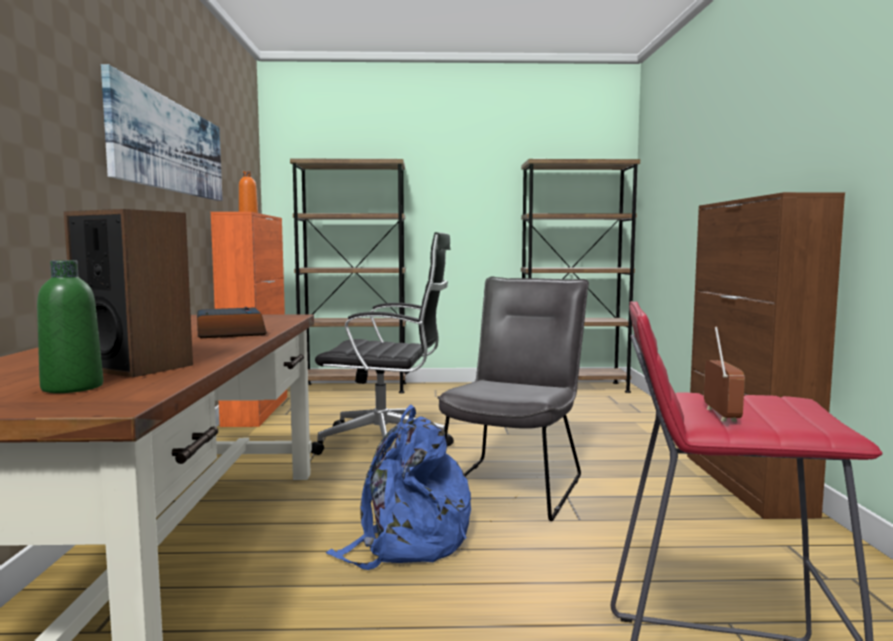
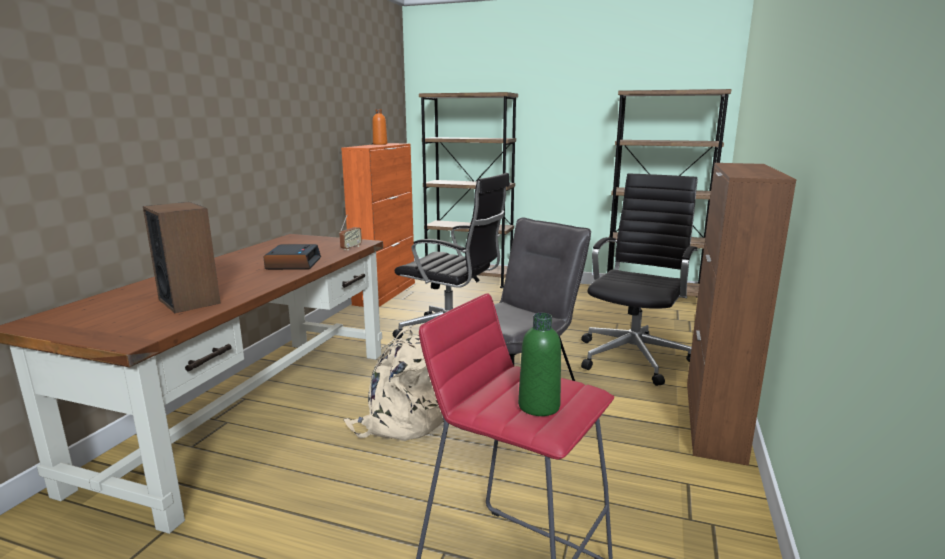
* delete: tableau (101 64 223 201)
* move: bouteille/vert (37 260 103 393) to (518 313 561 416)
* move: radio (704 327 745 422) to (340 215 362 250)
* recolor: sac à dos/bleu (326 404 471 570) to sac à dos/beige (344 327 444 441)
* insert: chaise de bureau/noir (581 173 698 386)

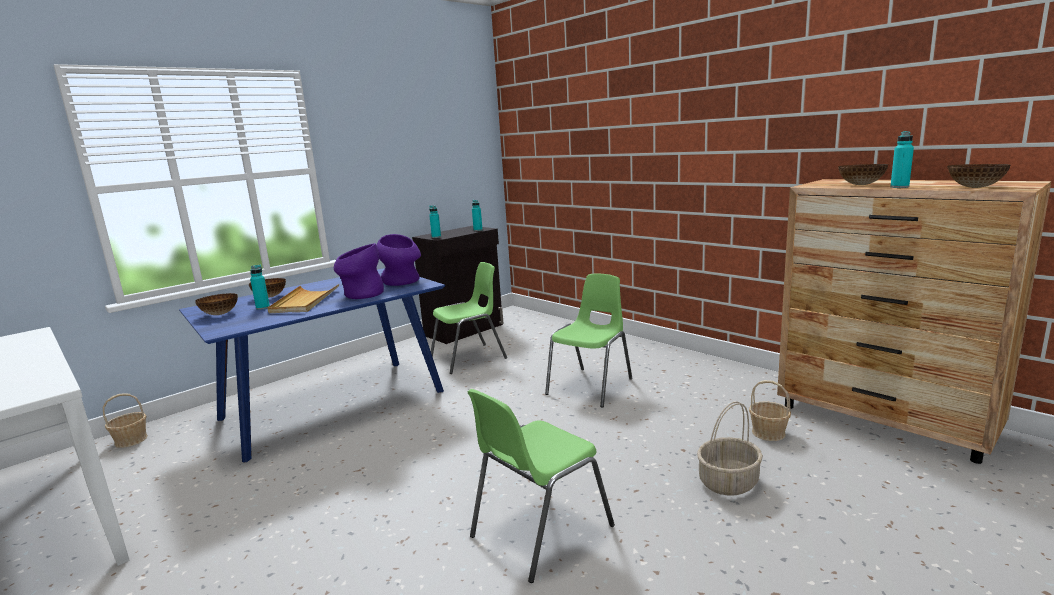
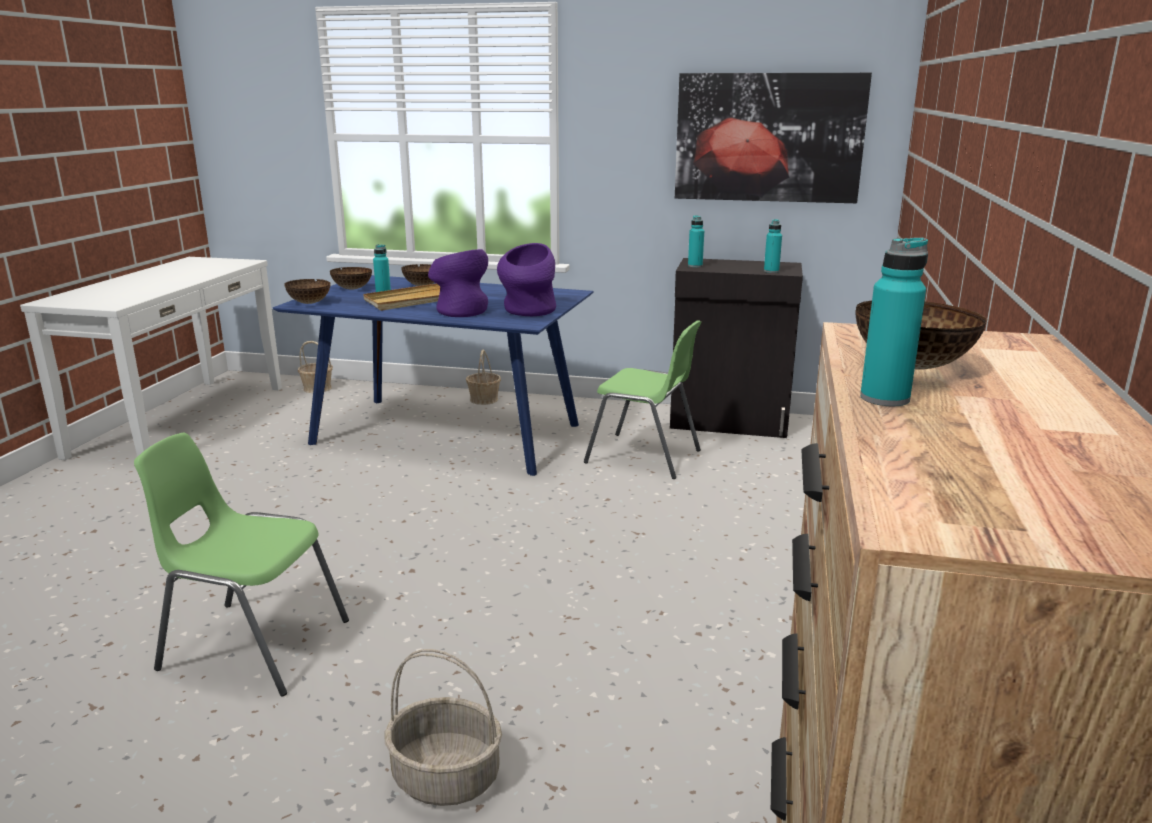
* move: bol (947 164 1010 188) to (285 279 330 304)
* delete: chaise/vert (545 274 632 408)
* move: panier (749 380 791 441) to (466 350 501 405)
* insert: tableau (675 73 872 203)

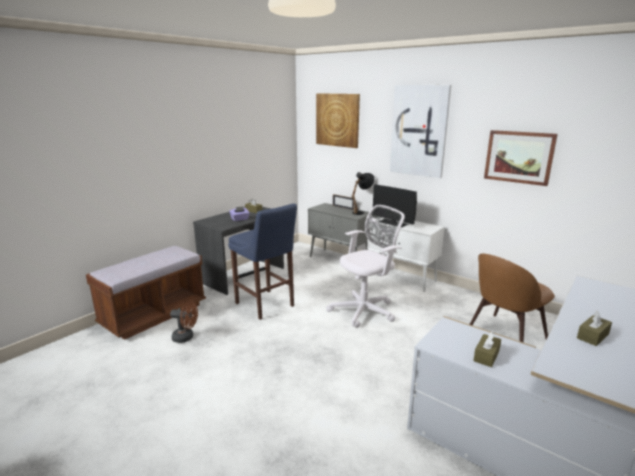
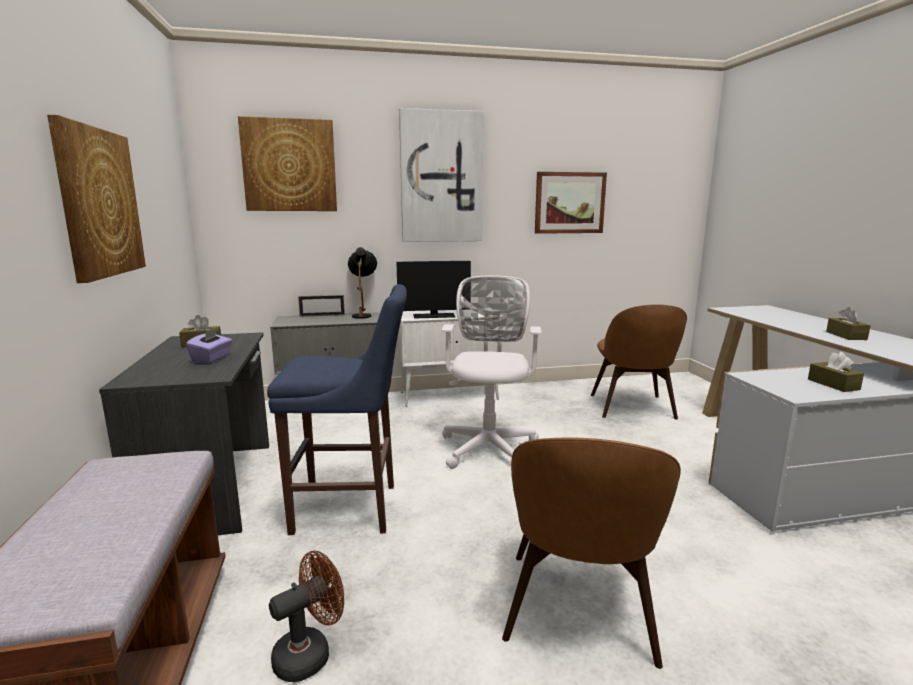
* insert: tableau (47 115 146 283)
* insert: chaise/marron (502 438 681 669)

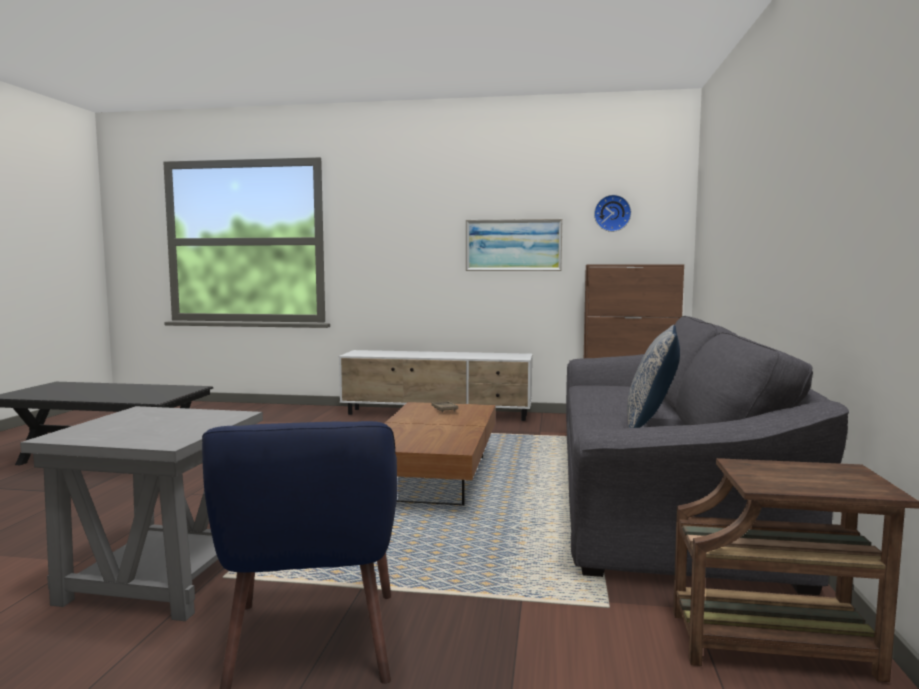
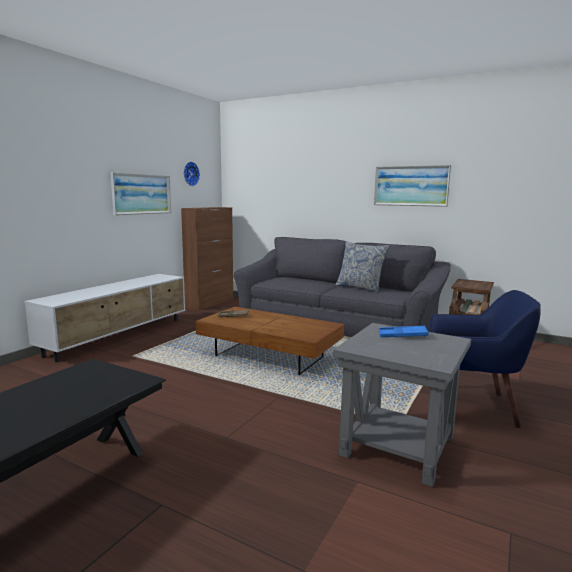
* insert: tableau (374 165 452 207)
* insert: plateau/bleu (379 326 429 337)

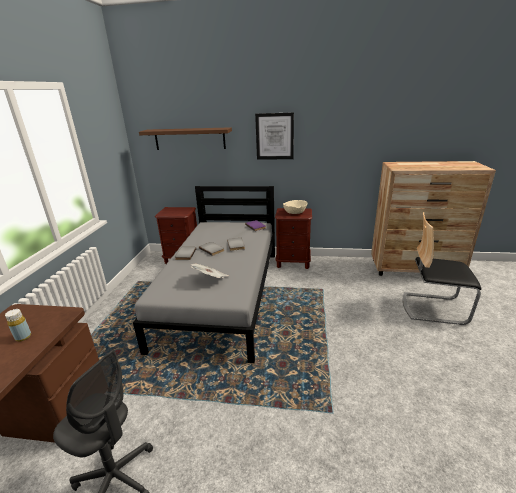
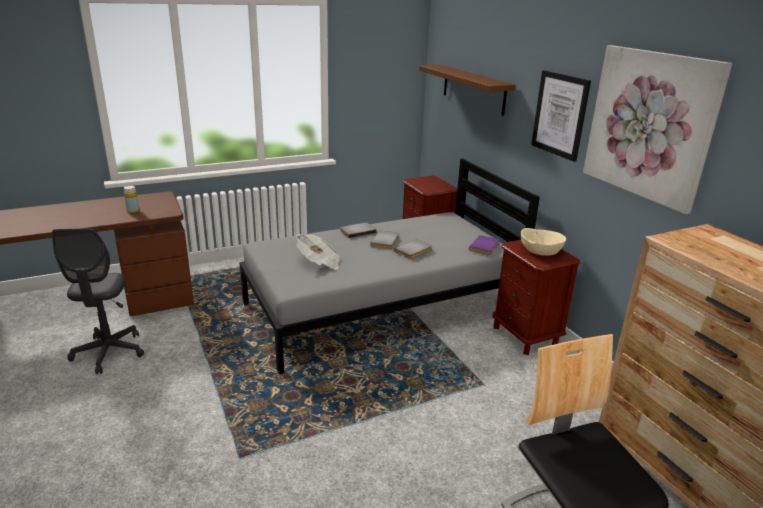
* insert: tableau (583 45 732 214)

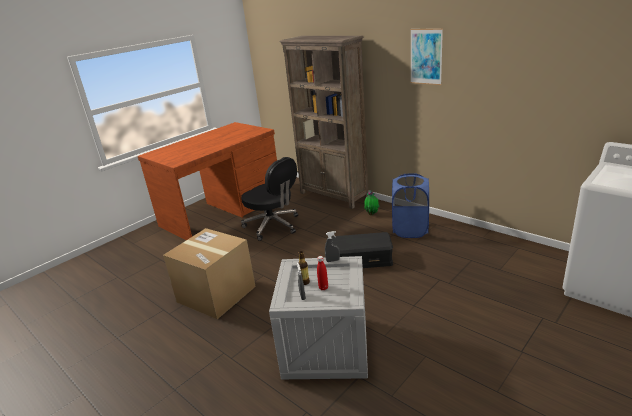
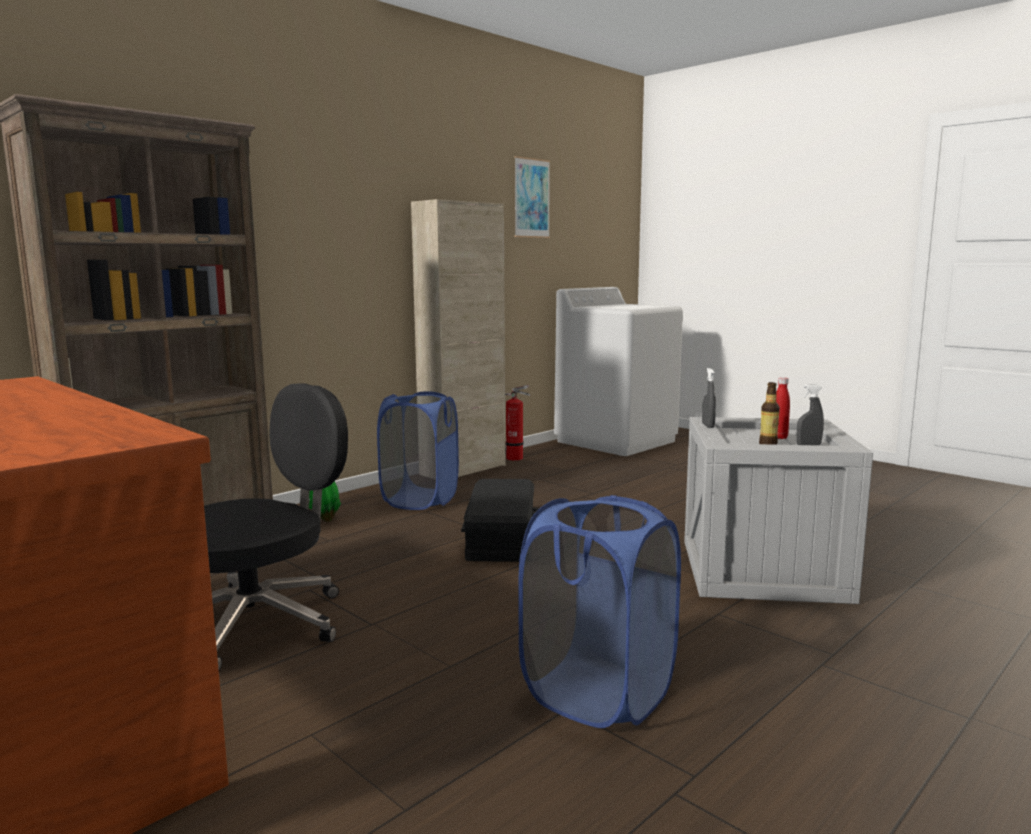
* move: tableau (410 28 443 85) to (514 156 550 238)
* replace: carton (163 228 256 319) to panier à linge/bleu (519 495 681 728)
* insert: meuble de rangement/beige (411 199 506 477)
* insert: extincteur (505 385 531 460)

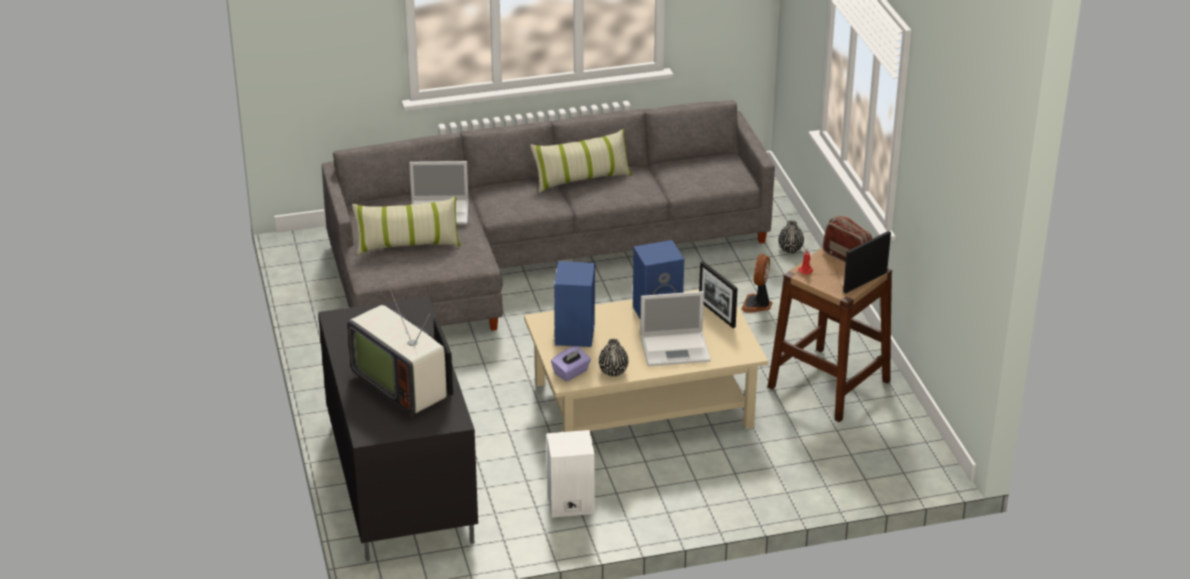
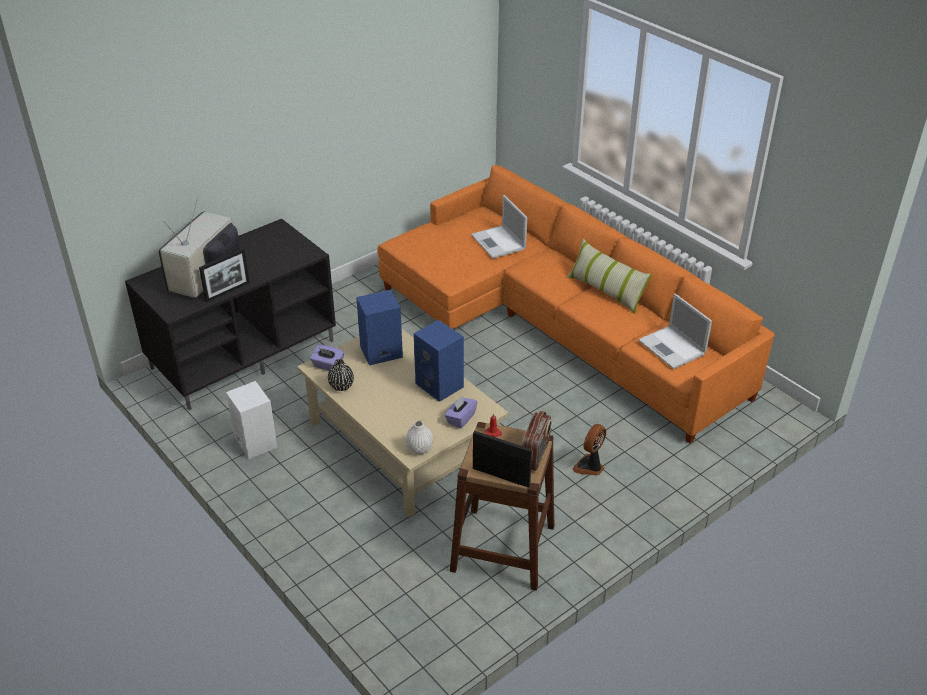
* recolor: canapé/gris (322 100 775 331) to canapé/orange (377 165 774 443)
* delete: coussin (352 197 461 255)
* delete: vase/noir (778 220 804 253)
* rotate: ventilateur (741 254 772 313) = (572 424 606 475) 45 degrees counterclockwise
* replace: cadre photo (699 261 738 328) to boîte à mouchoirs/violet (445 396 477 429)
* move: ordinateur portable (640 291 711 366) to (638 294 712 369)
* insert: vase/blanc (406 421 433 454)

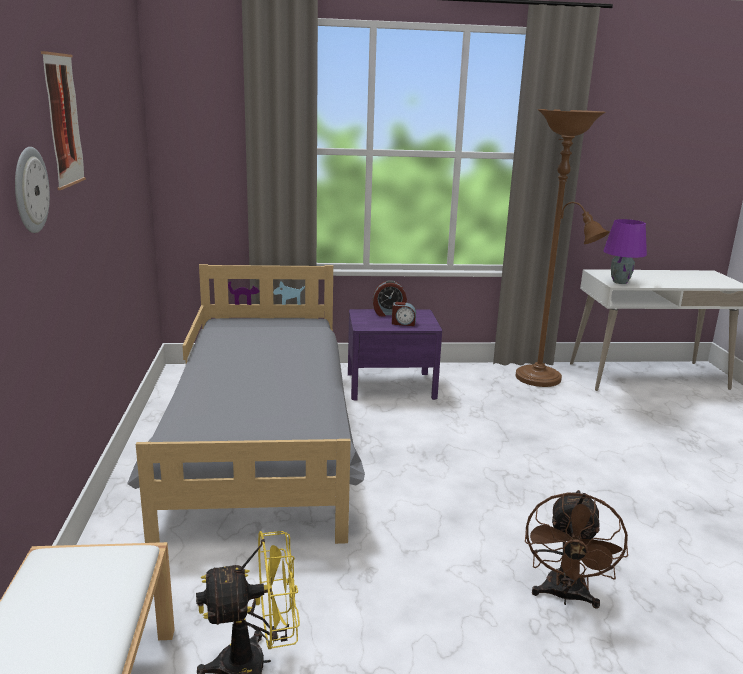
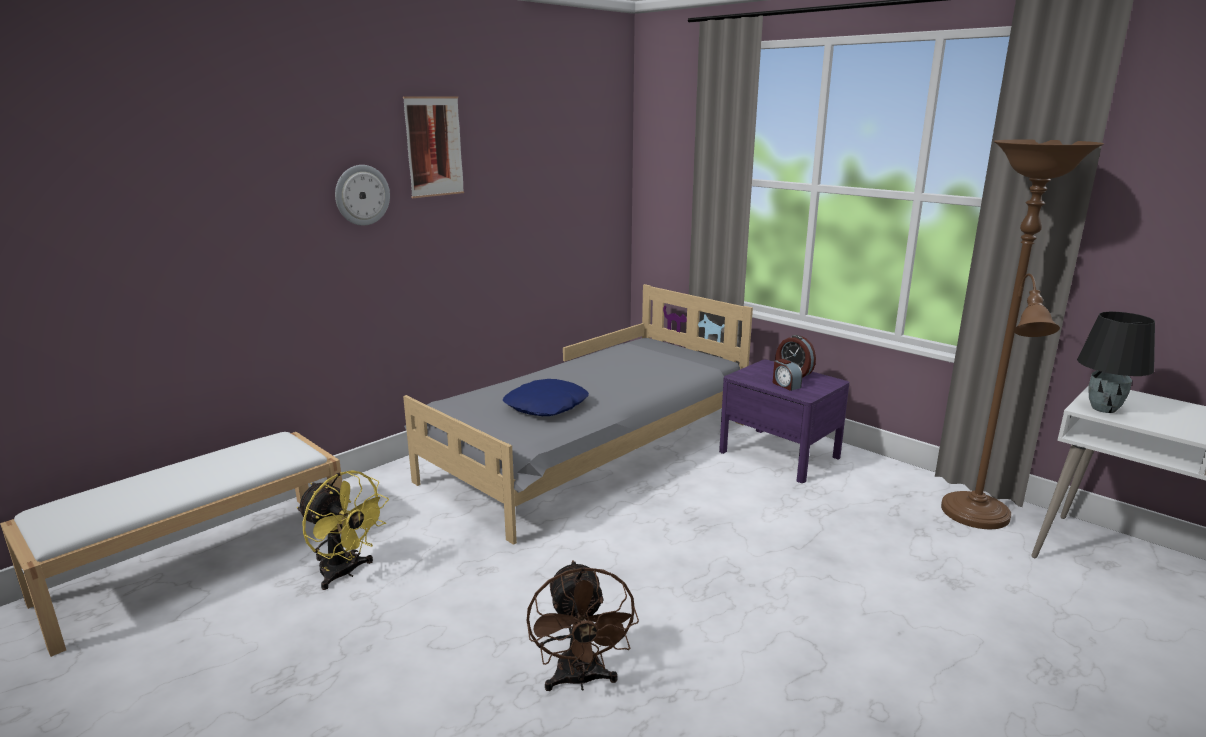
* recolor: lampe de table/violet (603 219 647 284) to lampe de table/noir (1077 312 1155 413)
* rotate: ventilateur/marron (525 490 628 609) = (527 560 639 691) 75 degrees counterclockwise
* insert: coussin/bleu (503 379 589 416)

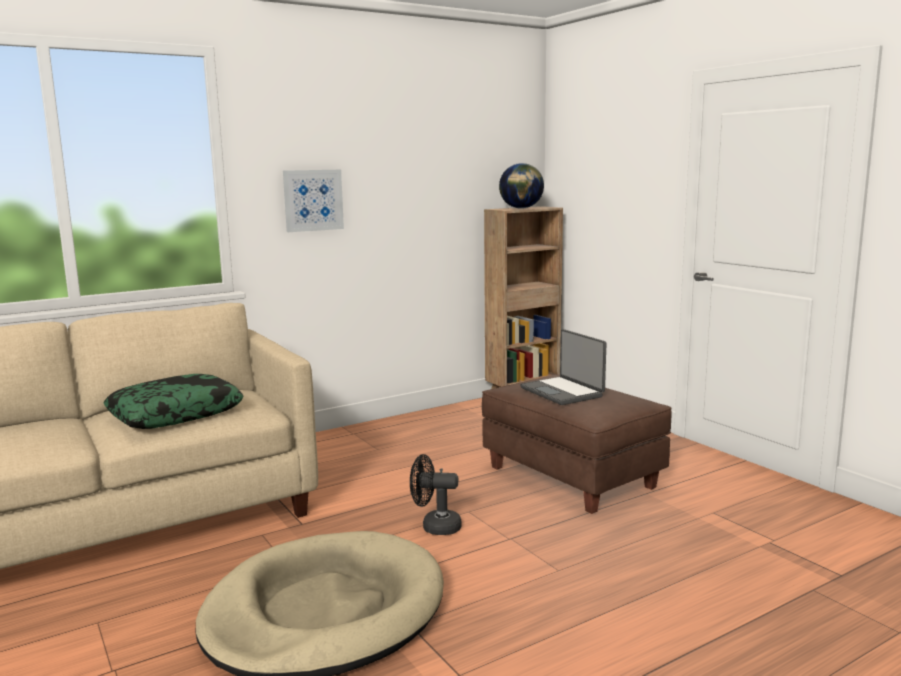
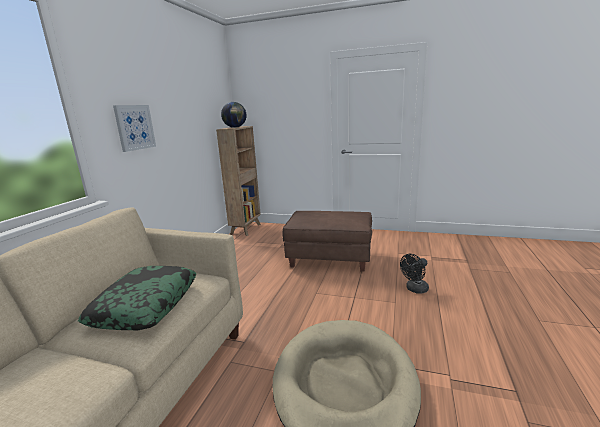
* delete: ordinateur portable (520 329 606 405)
* move: ventilateur/noir (410 454 461 535) to (400 254 429 294)

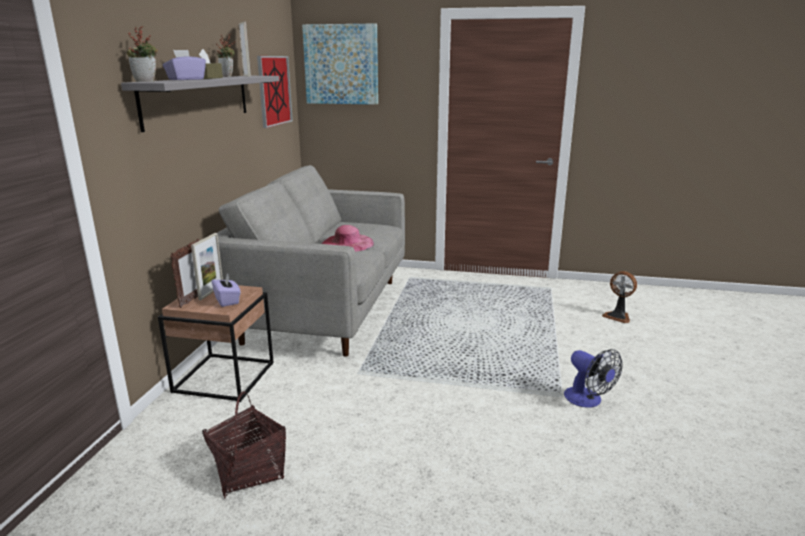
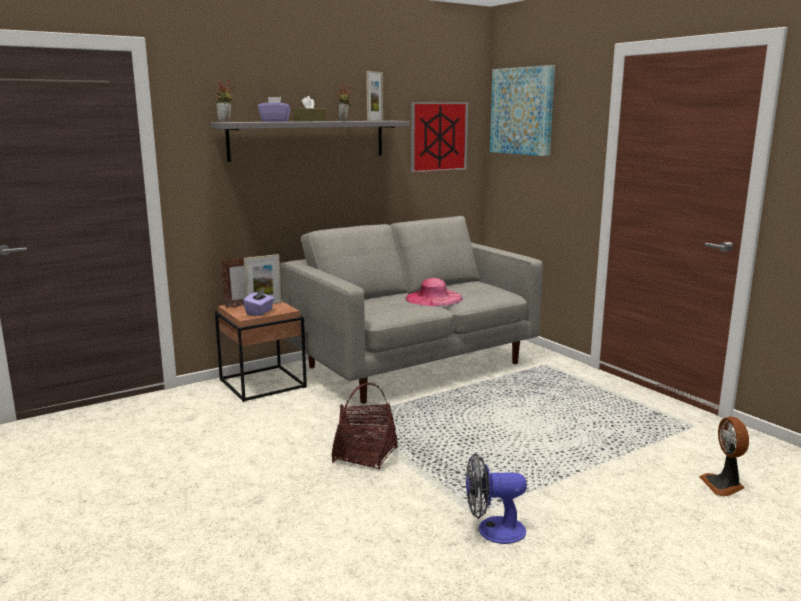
* rotate: ventilateur (564 349 623 408) = (466 453 527 544) 75 degrees clockwise
* move: panier (202 391 286 498) to (331 383 397 470)

